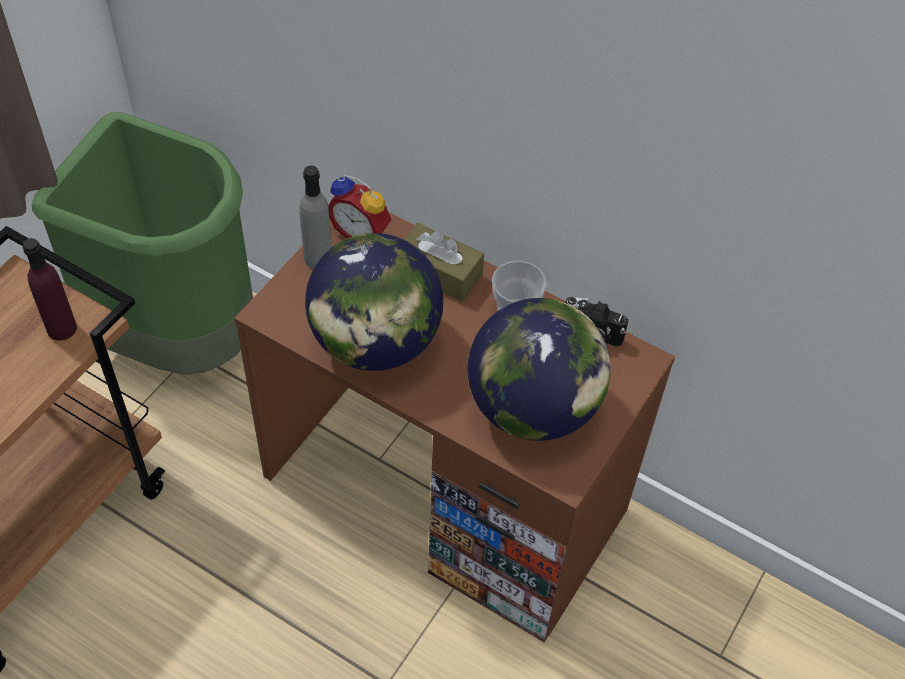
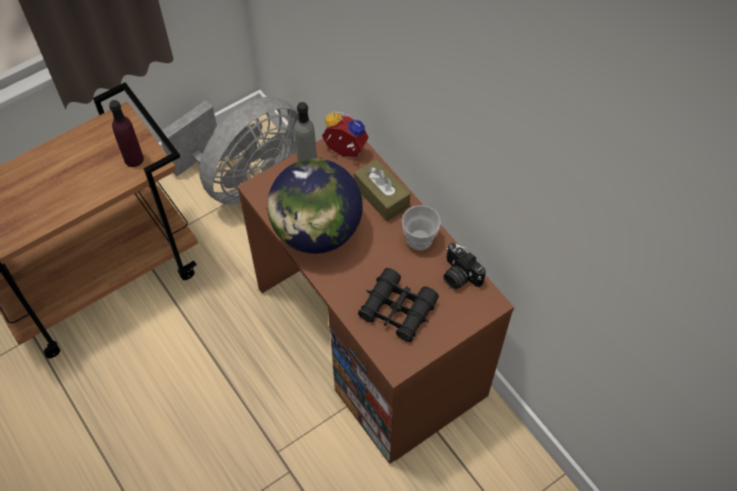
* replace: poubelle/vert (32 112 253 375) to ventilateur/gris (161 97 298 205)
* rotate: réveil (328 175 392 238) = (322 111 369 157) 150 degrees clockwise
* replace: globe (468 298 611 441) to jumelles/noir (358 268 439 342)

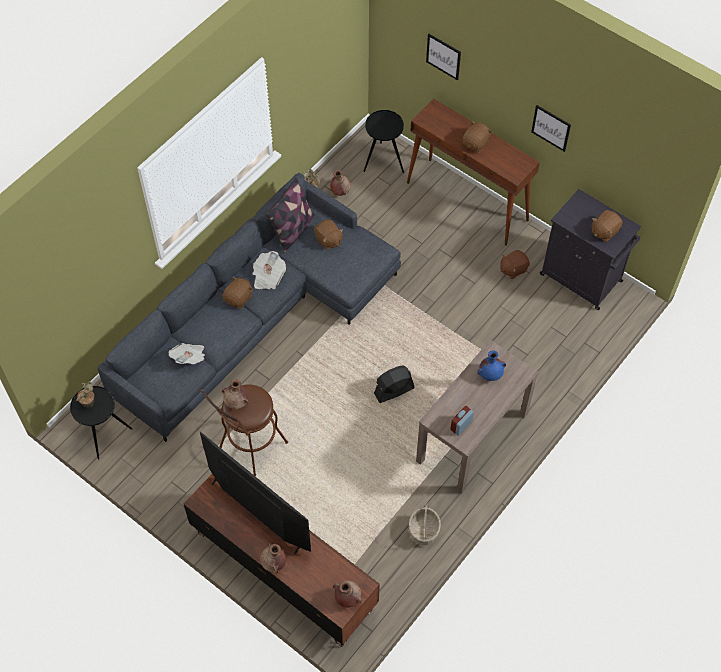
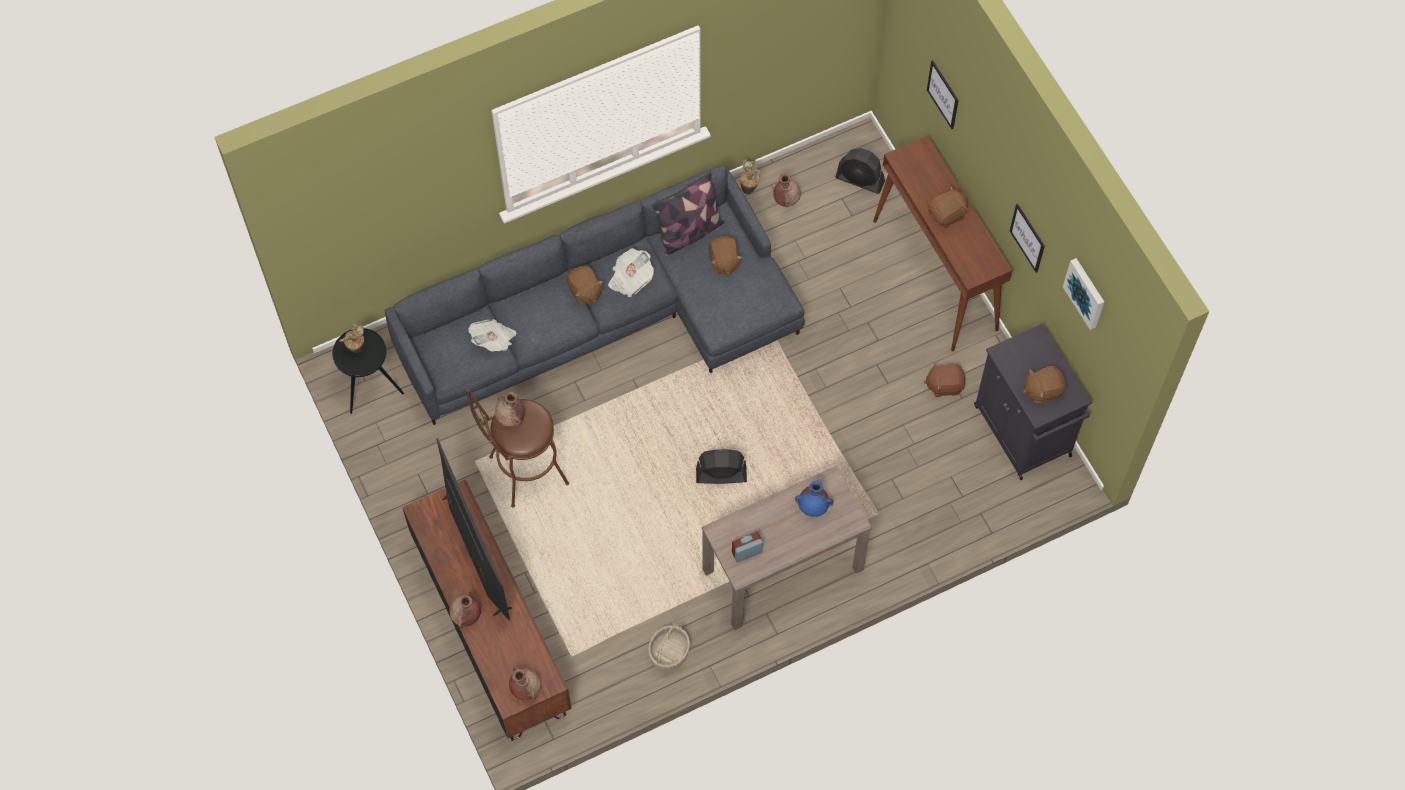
* replace: table d'appoint/noir (363 110 404 173) to ventilateur/noir (836 148 885 194)
* rotate: peluche/marron (223 276 253 309) = (566 265 604 305) 90 degrees clockwise
* insert: tableau (1063 258 1104 330)

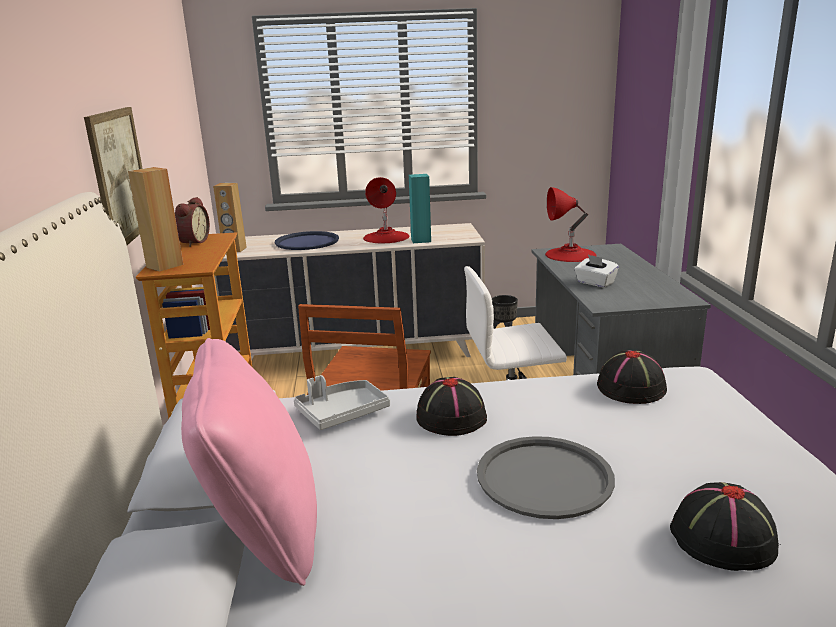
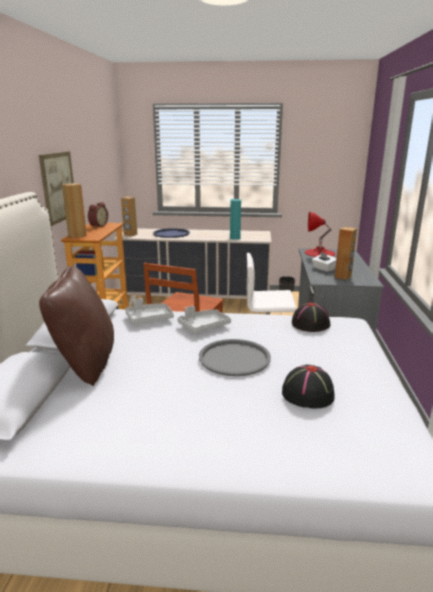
* delete: lampe de table/rouge (363 177 410 243)
* recolor: coussin/rose (181 338 317 586) to coussin/marron (39 266 114 386)
* replace: chapeau/noir (417 377 487 436) to plateau/gris (177 306 231 334)
* insert: enceinte/marron (335 227 357 280)

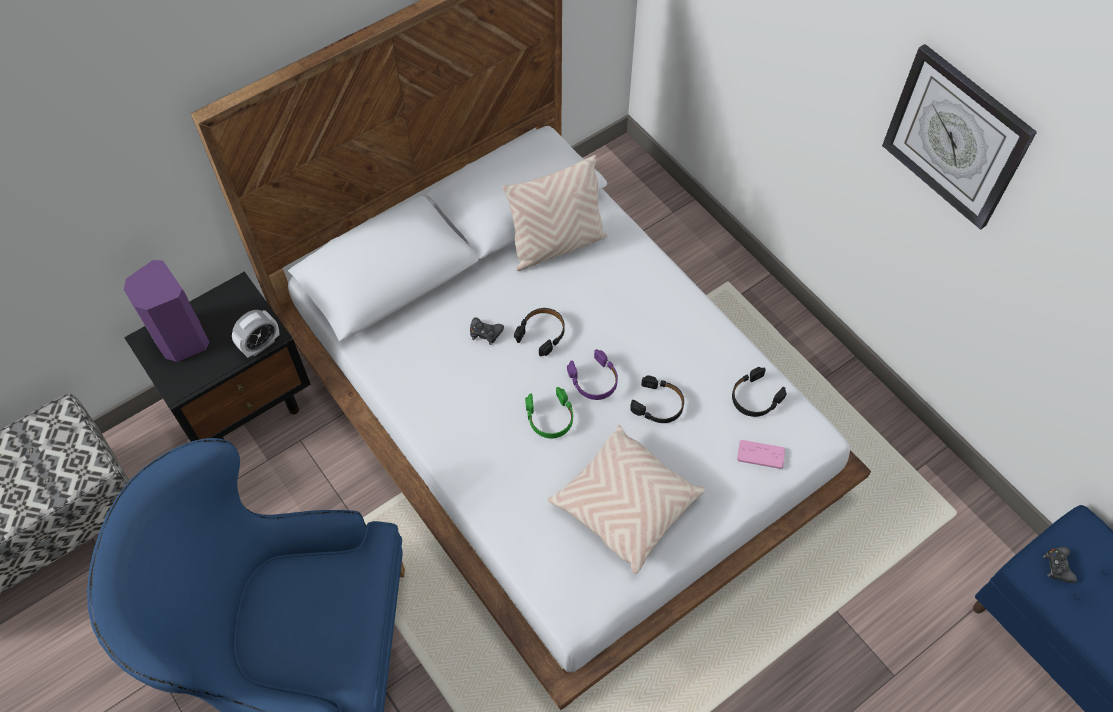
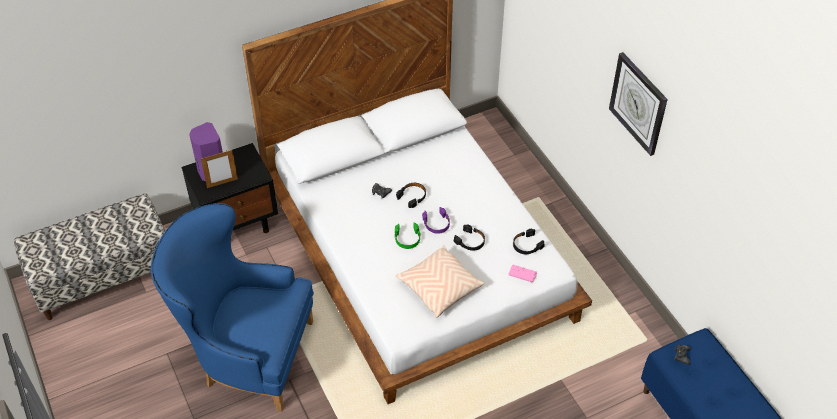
* delete: coussin/beige (503 155 607 271)
* delete: réveil (232 310 280 358)
* insert: cadre photo (201 150 238 188)

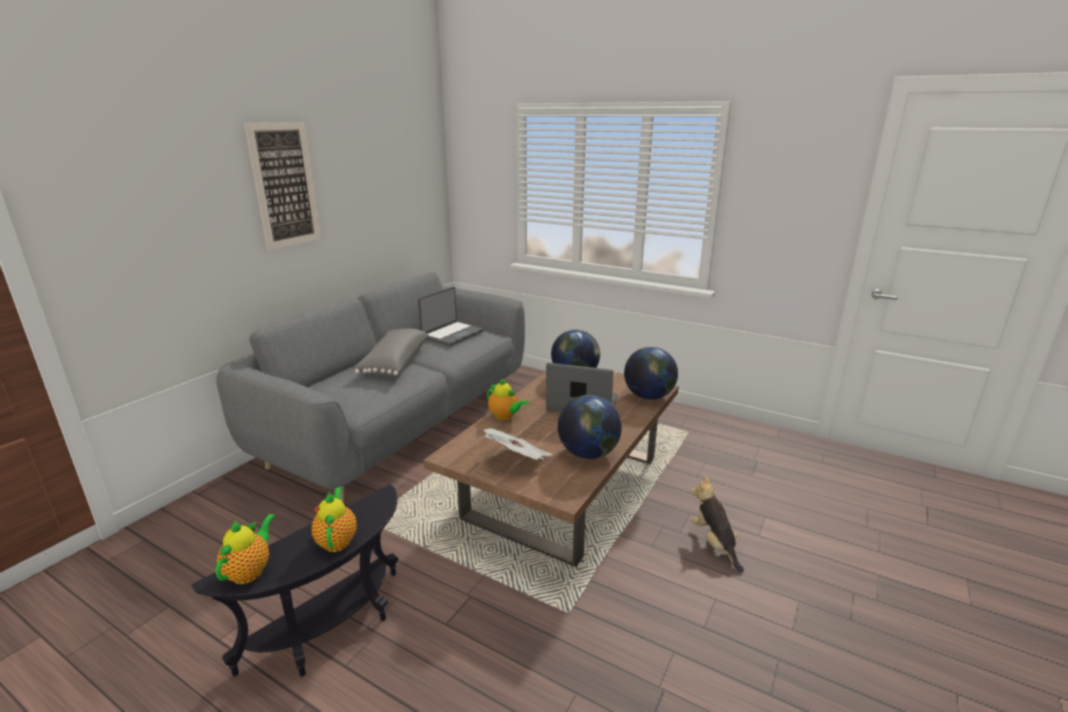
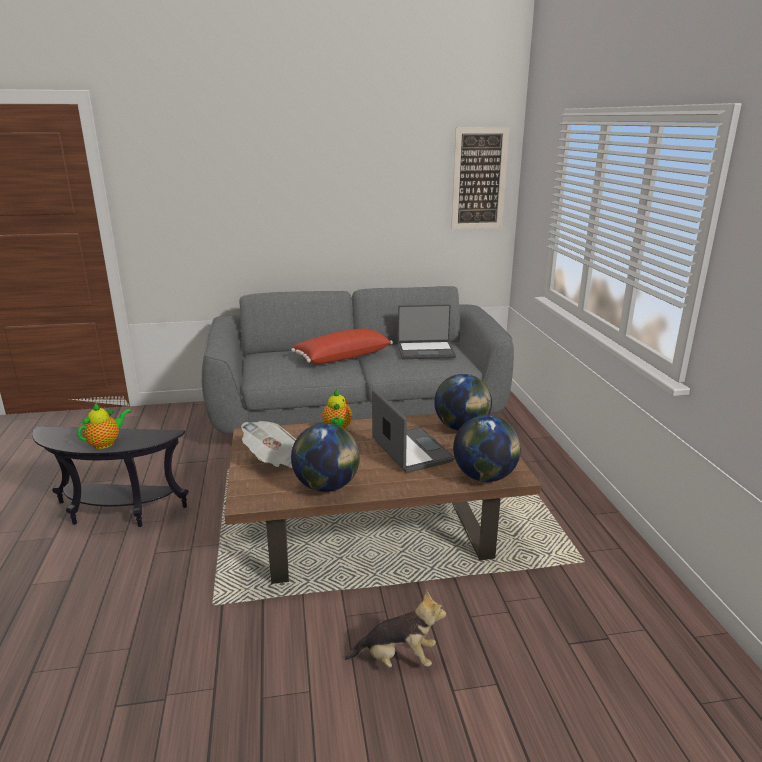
* move: tableau (244 122 321 250) to (451 127 509 229)
* recolor: coussin/gris (353 328 428 376) to coussin/rouge (291 328 393 364)
* rotate: peluche (691 476 744 573) = (345 590 446 668) 60 degrees clockwise
* delete: théière (216 514 276 584)

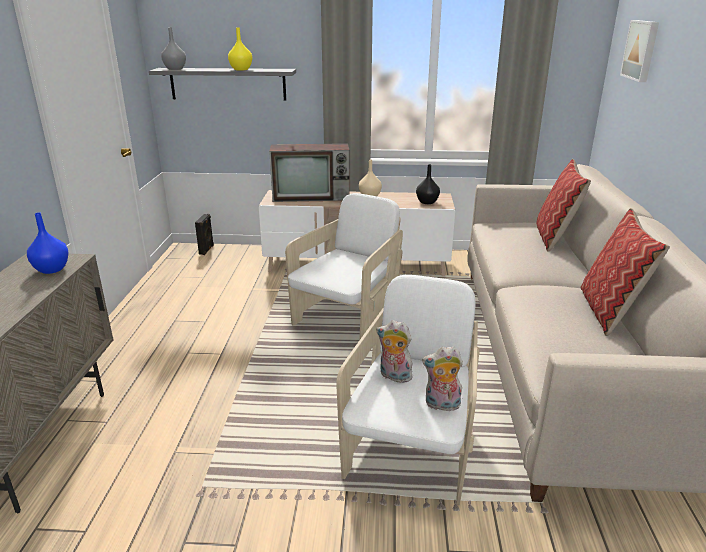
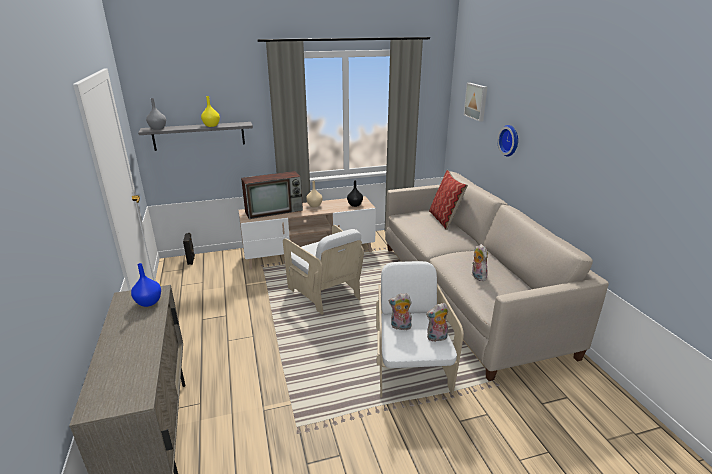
* rotate: fauteuil/blanc (285 193 403 340) = (283 225 364 315) 135 degrees clockwise
* delete: coussin (580 208 670 336)
* insert: horloge murale (497 125 518 156)
* insert: peluche (472 244 488 281)

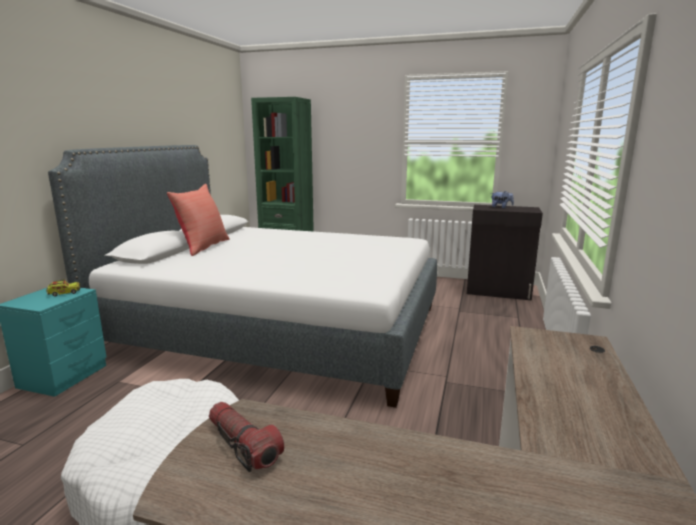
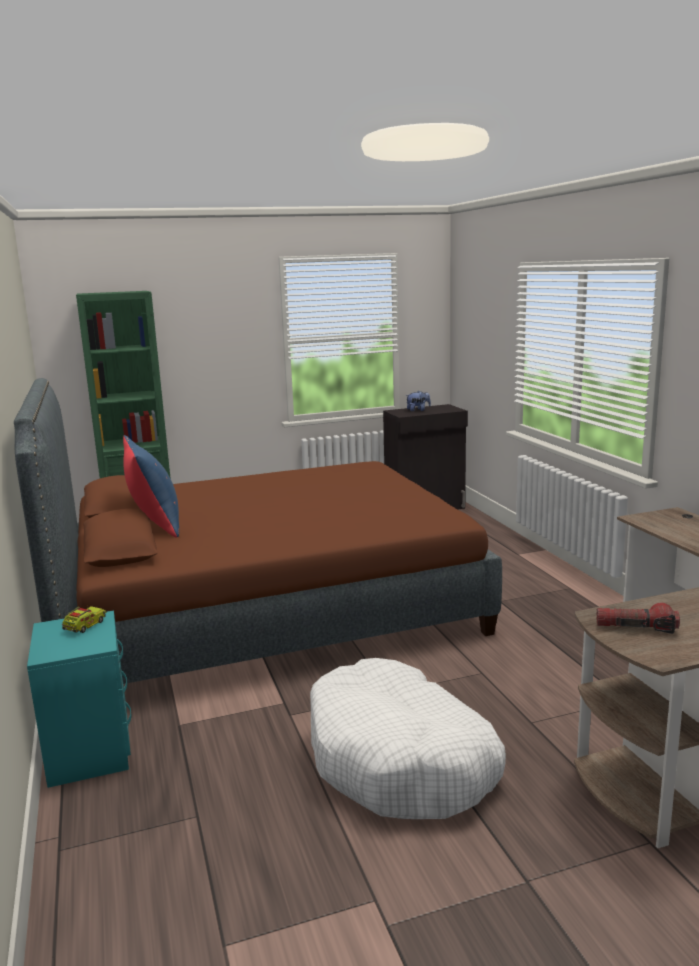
* recolor: lit/blanc (48 145 437 408) to lit/marron (14 378 502 684)
* recolor: coussin/rouge (167 184 230 256) to coussin/bleu (123 435 179 538)

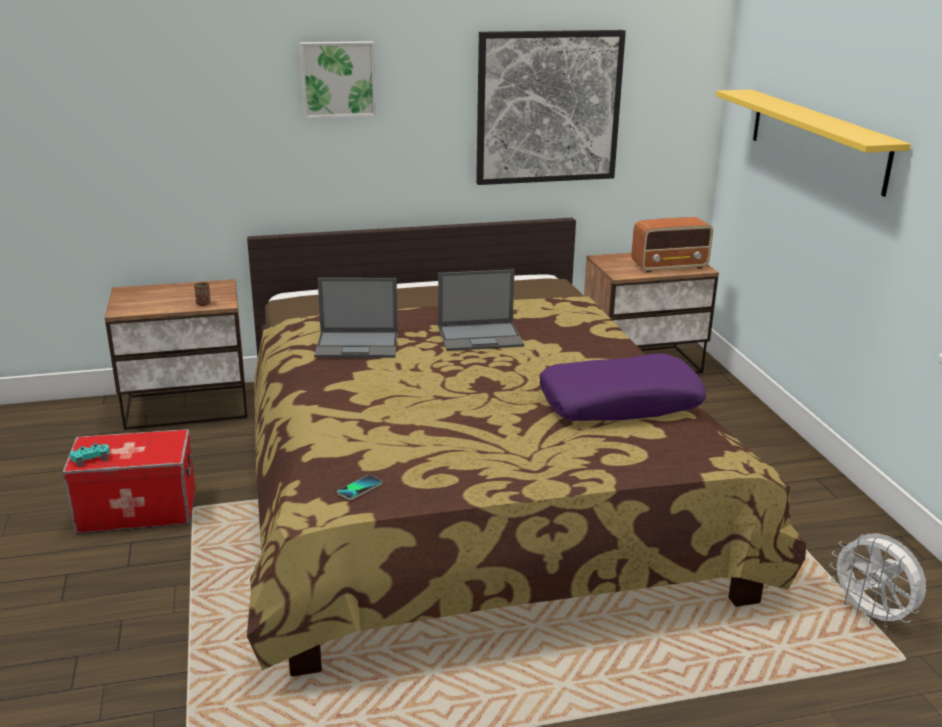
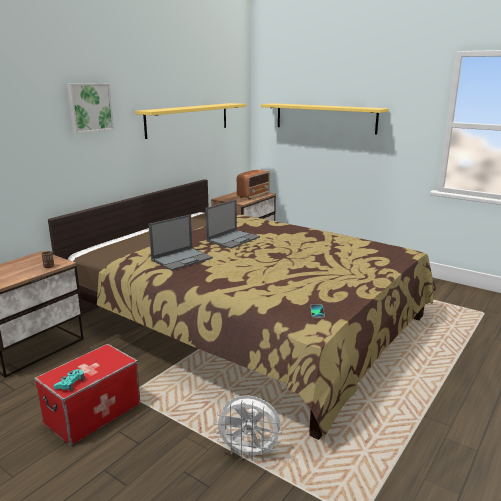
* replace: tableau (476 30 626 185) to étagère/jaune (135 103 246 139)
* delete: coussin/violet (540 353 706 421)
* move: ventilateur/blanc (829 534 926 628) to (213 395 283 461)

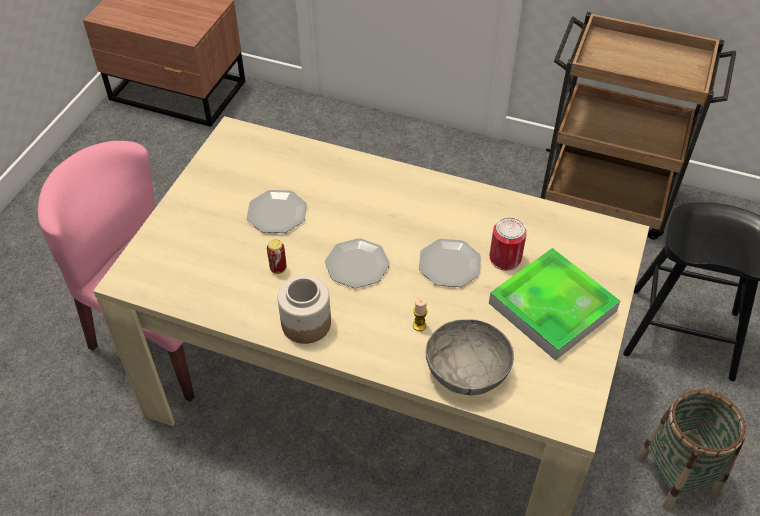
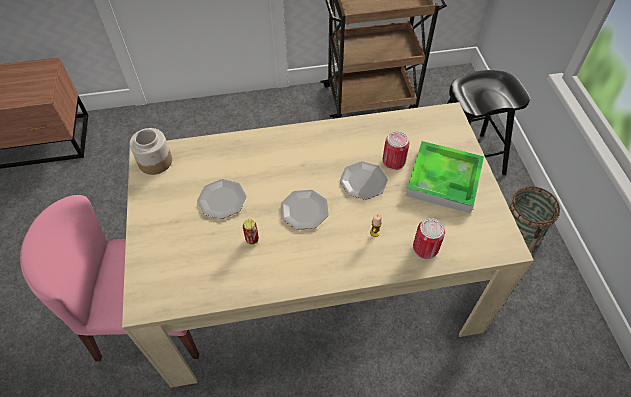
* move: bocal (278 275 331 344) to (129 128 172 175)
* replace: bol/gris (425 319 514 395) to boîte métallique (413 218 445 259)

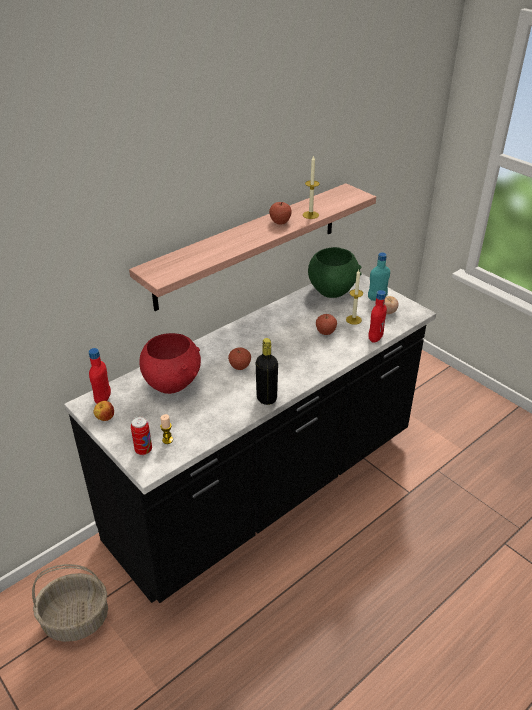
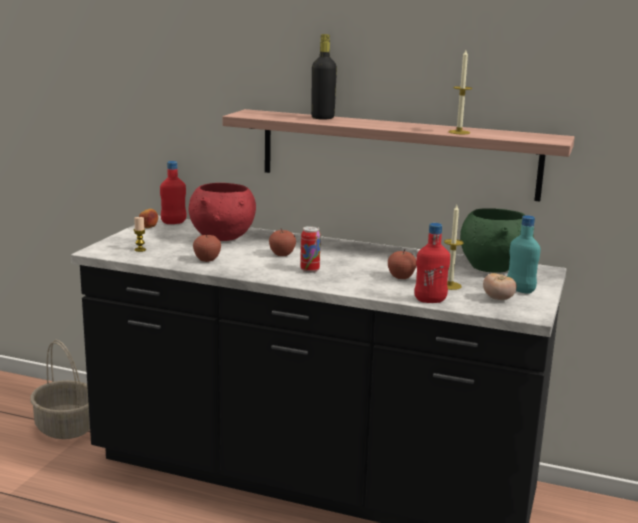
* move: pomme (269 202 292 225) to (193 234 221 262)
* move: bouteille/noir (256 338 278 405) to (311 34 337 120)
* move: boîte métallique (131 416 152 455) to (301 226 321 273)

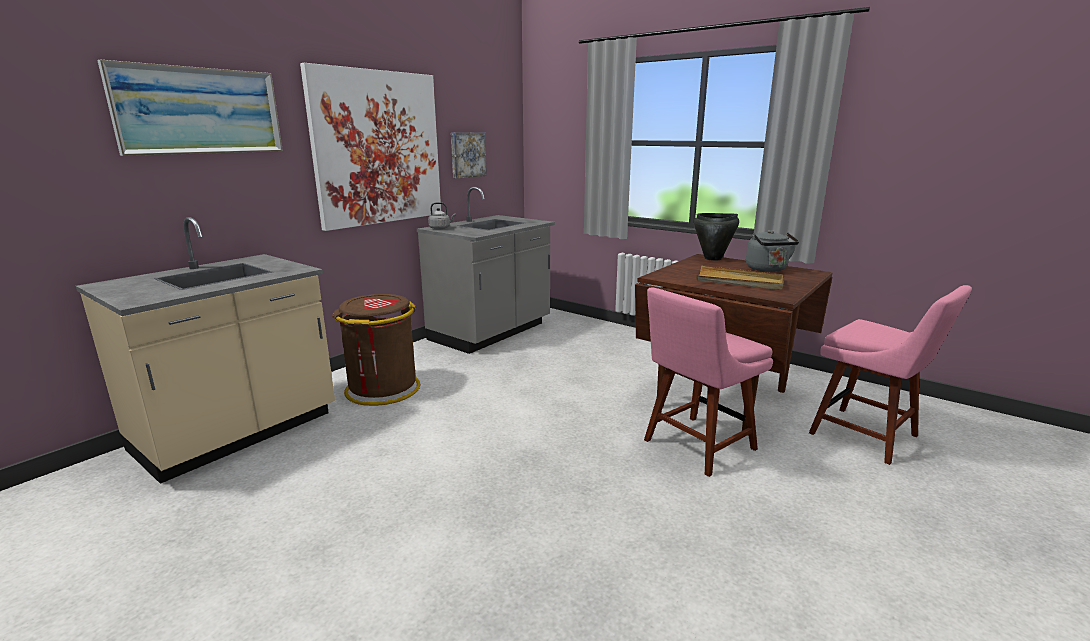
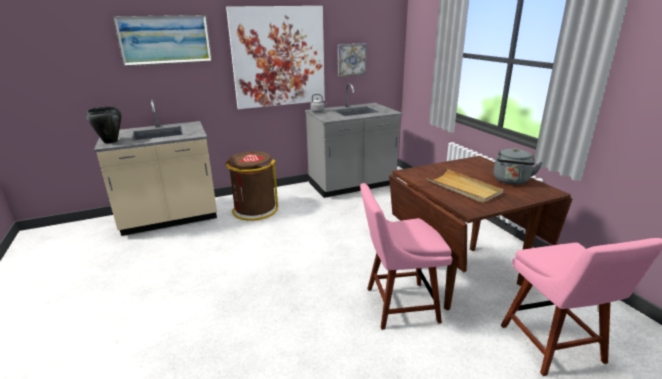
* move: marmite/noir (694 213 739 261) to (86 107 121 143)

